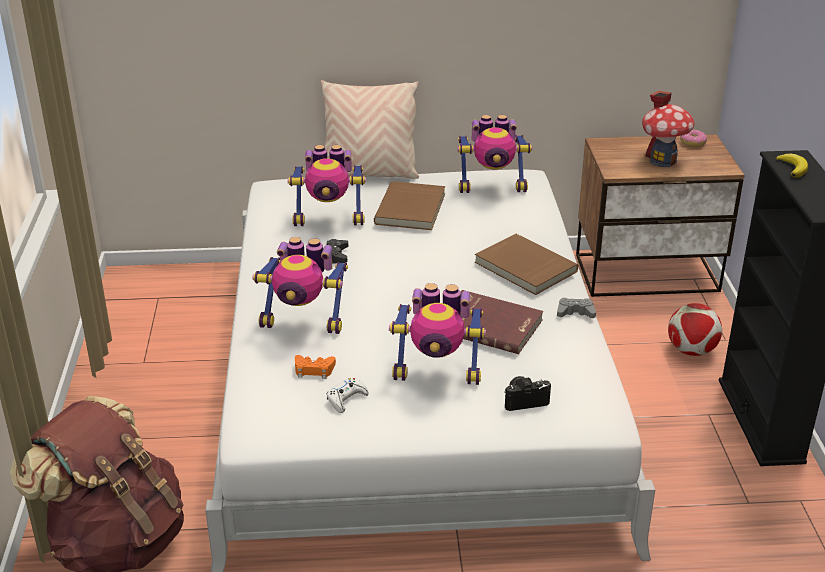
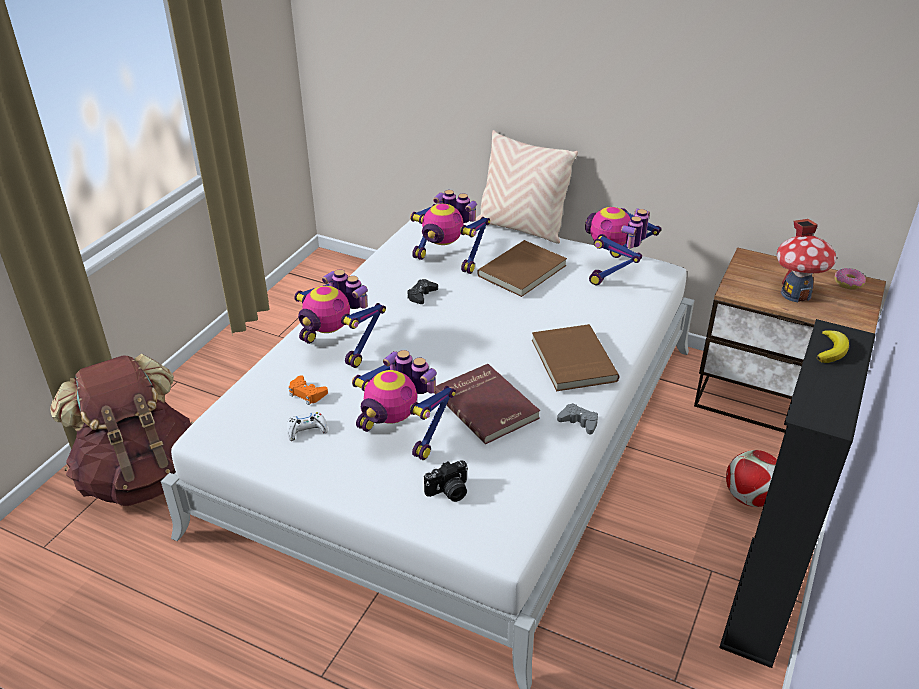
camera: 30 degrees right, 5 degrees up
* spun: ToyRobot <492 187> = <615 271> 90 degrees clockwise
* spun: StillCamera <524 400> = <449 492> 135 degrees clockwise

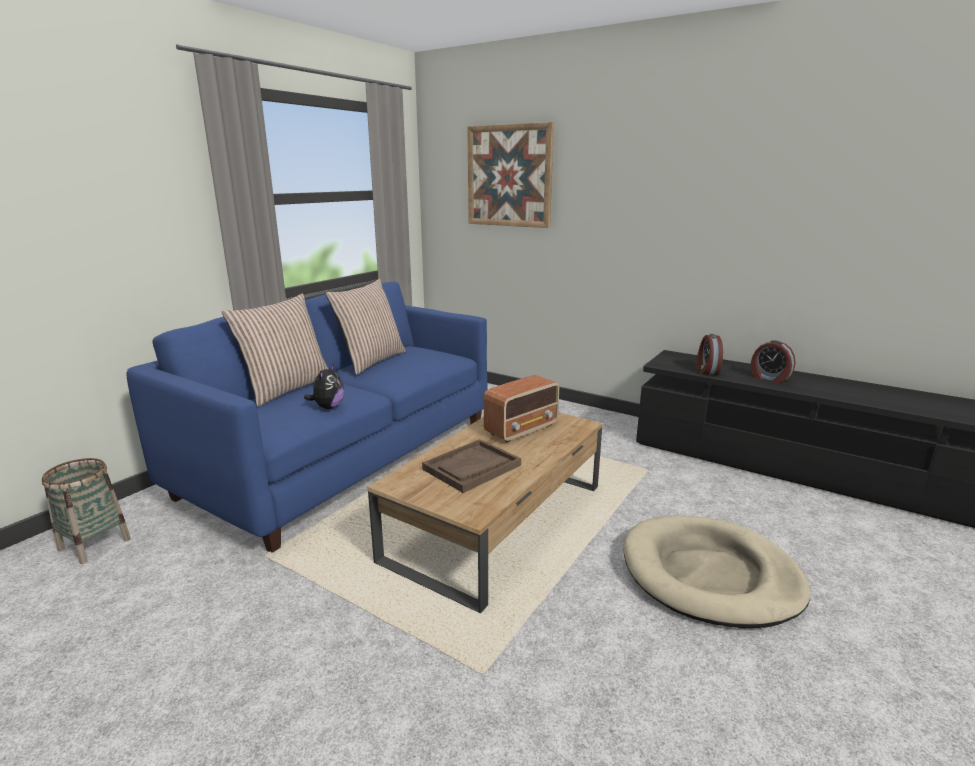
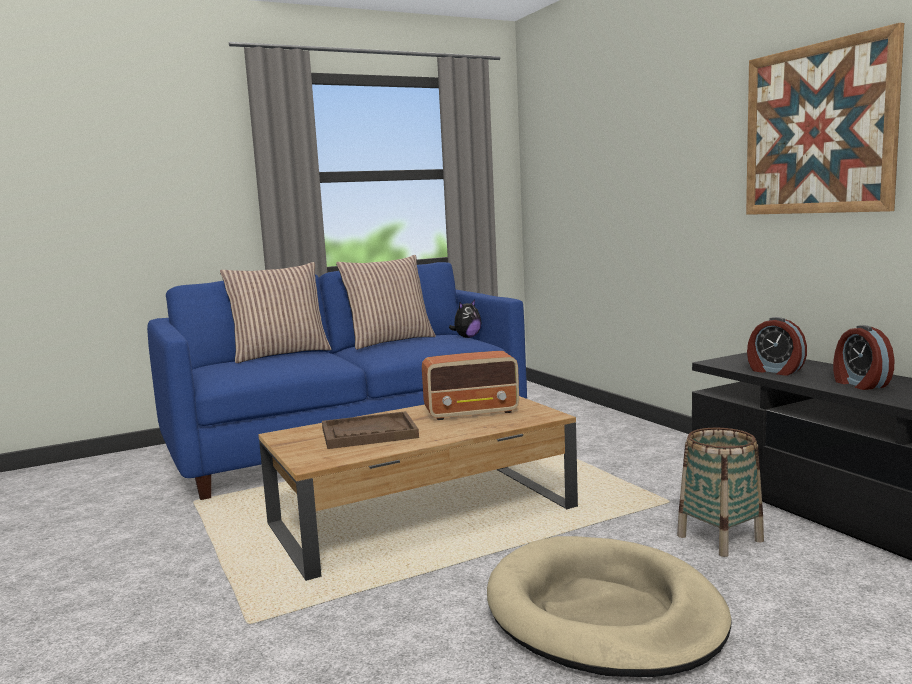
camera: 30 degrees right, 10 degrees down
* relocated: Basket <94 544> to <719 538>
* relocated: CuddlyToy <328 407> to <467 337>
* relocated: WallPicture <509 176> to <818 129>
* spun: TableClock <706 370> = <775 371> 75 degrees counterclockwise

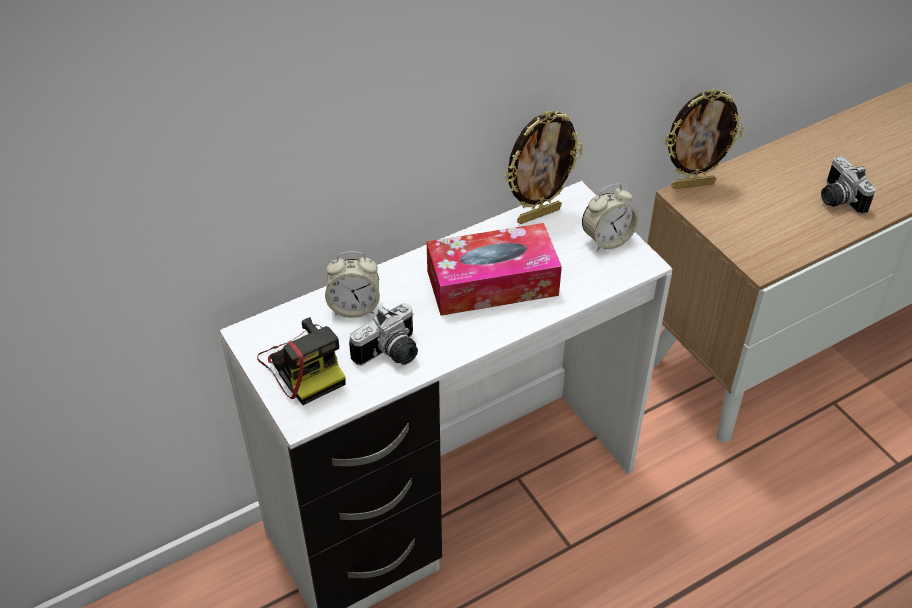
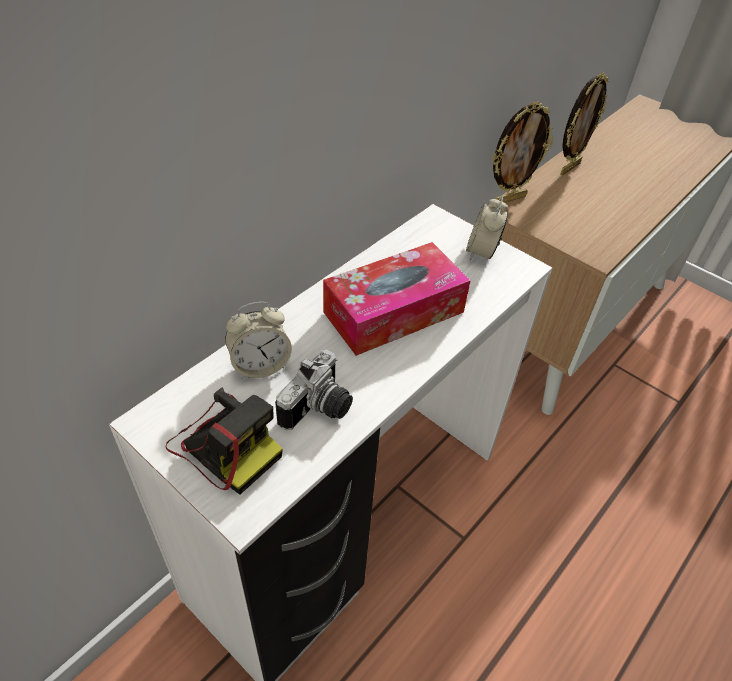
camera: 20 degrees left, 0 degrees up
* relocated: PictureFrame <538 214> to <569 168>
* spun: TableClock <607 240> = <482 252> 150 degrees clockwise
* missing: StillCamera <837 199>

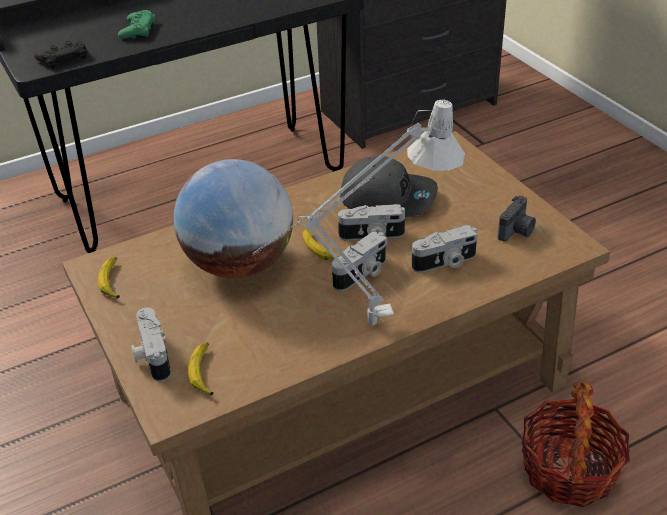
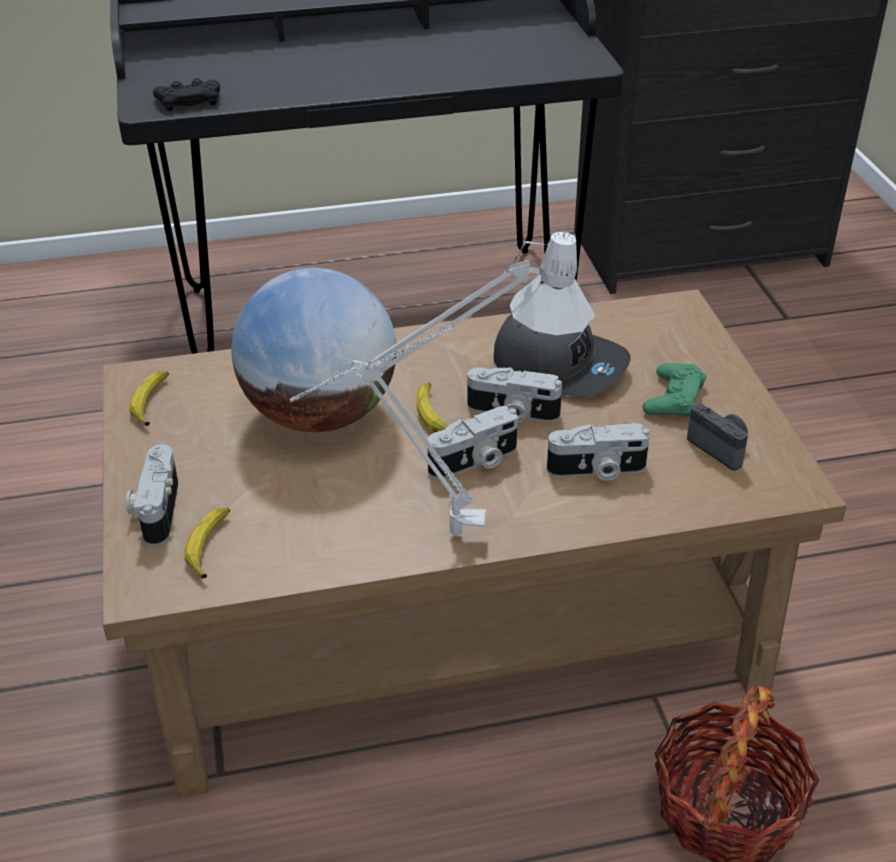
camera: 15 degrees right, 0 degrees up
* relocated: GreenColouredGameController <138 30> to <674 398>
* spun: StillCamera <517 231> = <720 448> 90 degrees counterclockwise

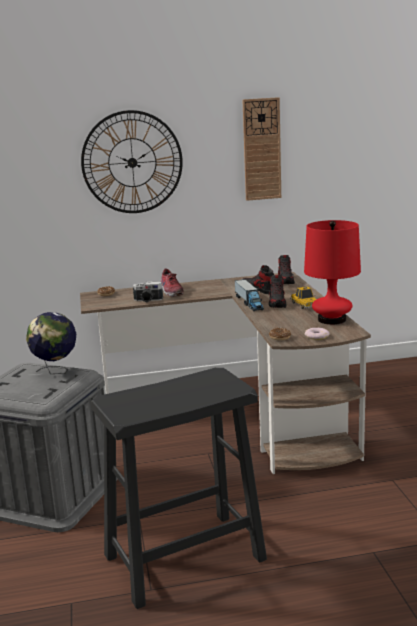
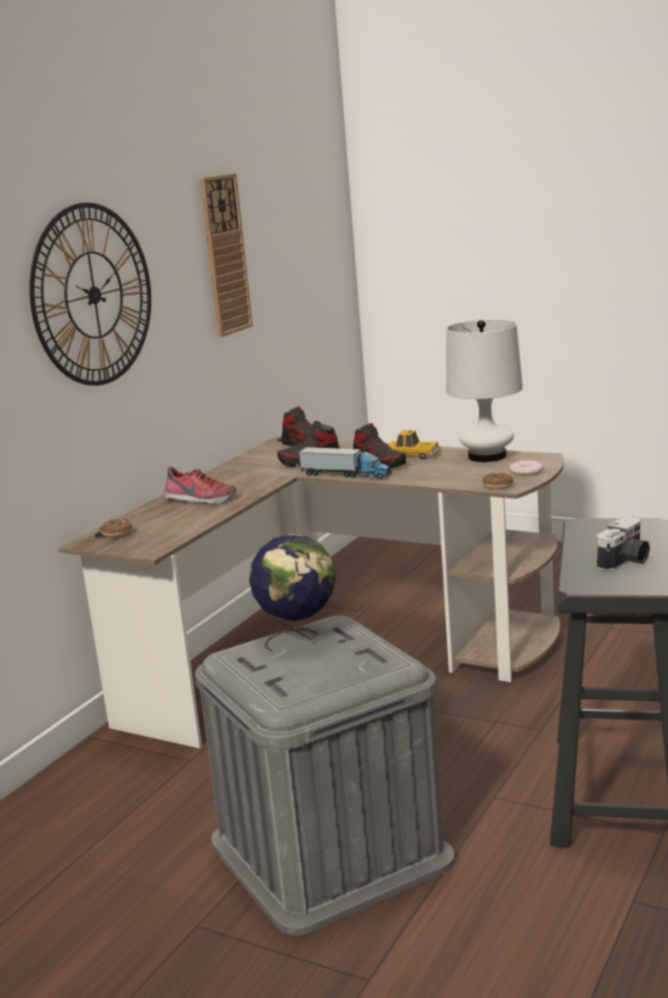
camera: 50 degrees left, 0 degrees up
* relocated: StillCamera <148 300> to <626 562>
* colour: ReddishTableLamp <332 320> to WhiteTableLamp <487 456>

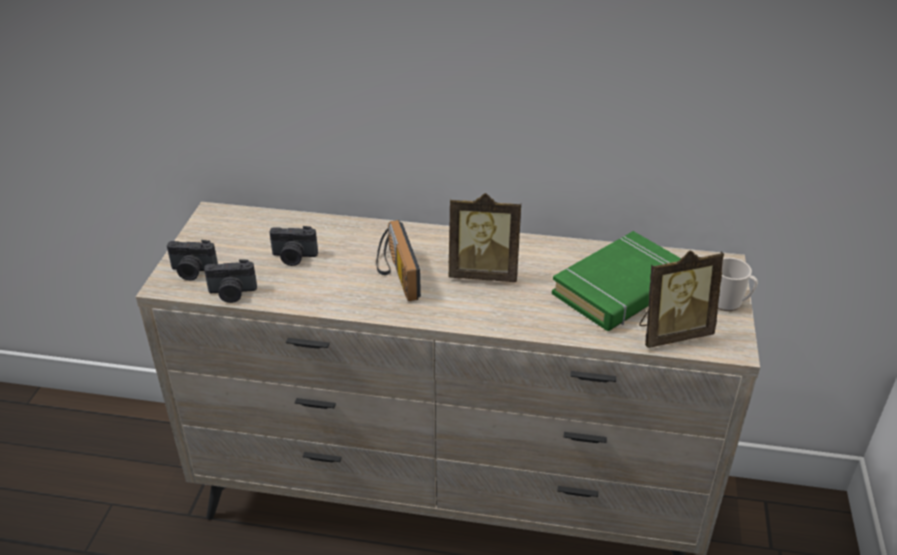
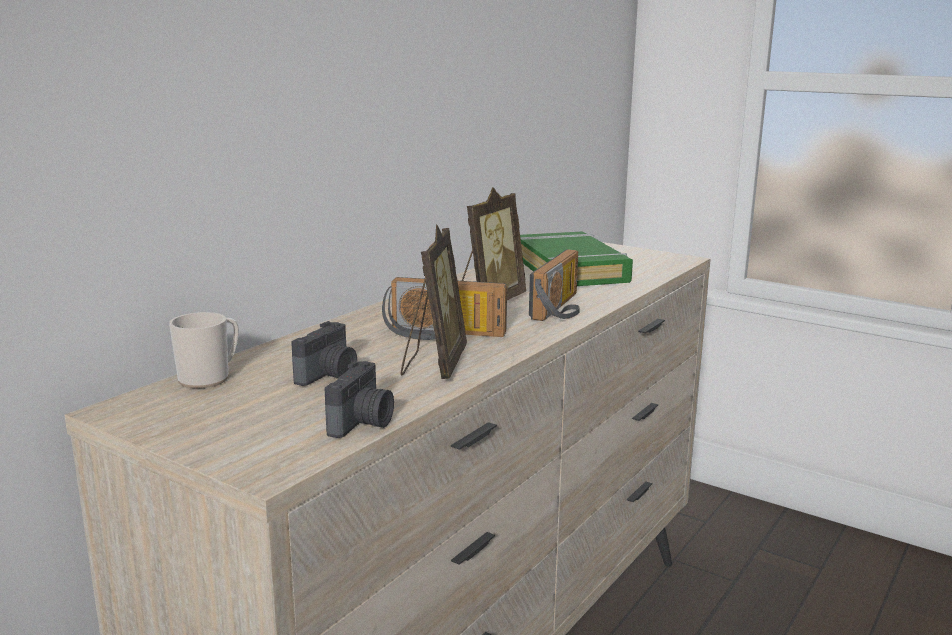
camera: 65 degrees left, 20 degrees down
* missing: StillCamera <193 271>
* relocated: PictureFrame <672 333> to <433 365>
* relocated: TeaMug <729 302> to <209 378>
* appeared: RadioReceiver <563 308>

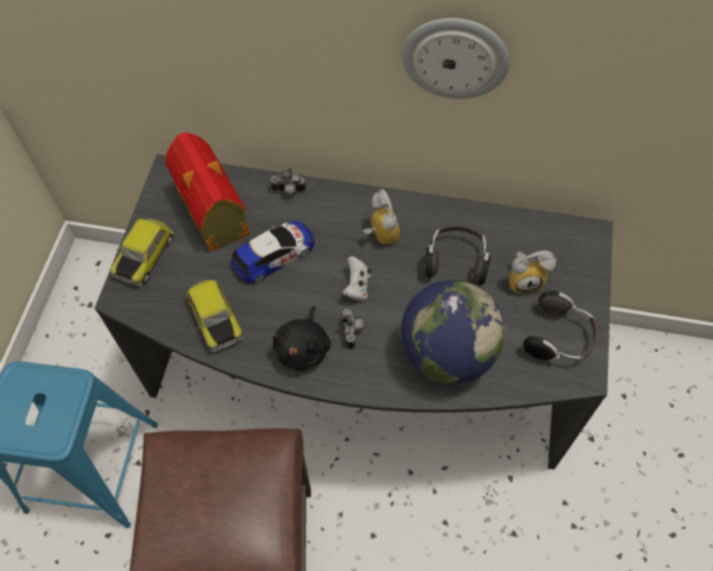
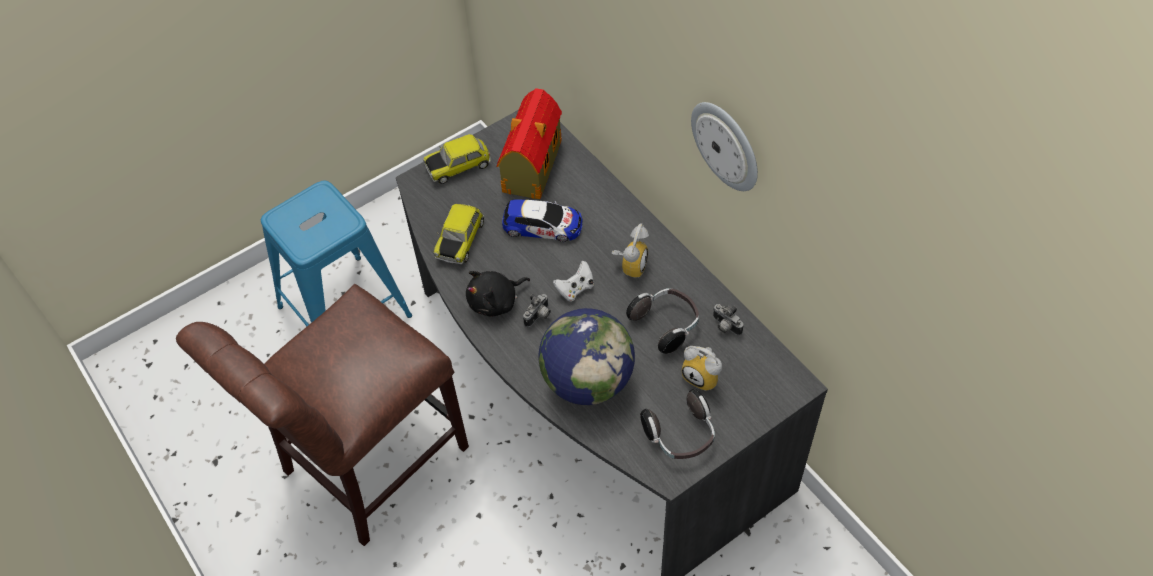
camera: 45 degrees right, 5 degrees down
* relocated: StillCamera <288 192> to <725 327>

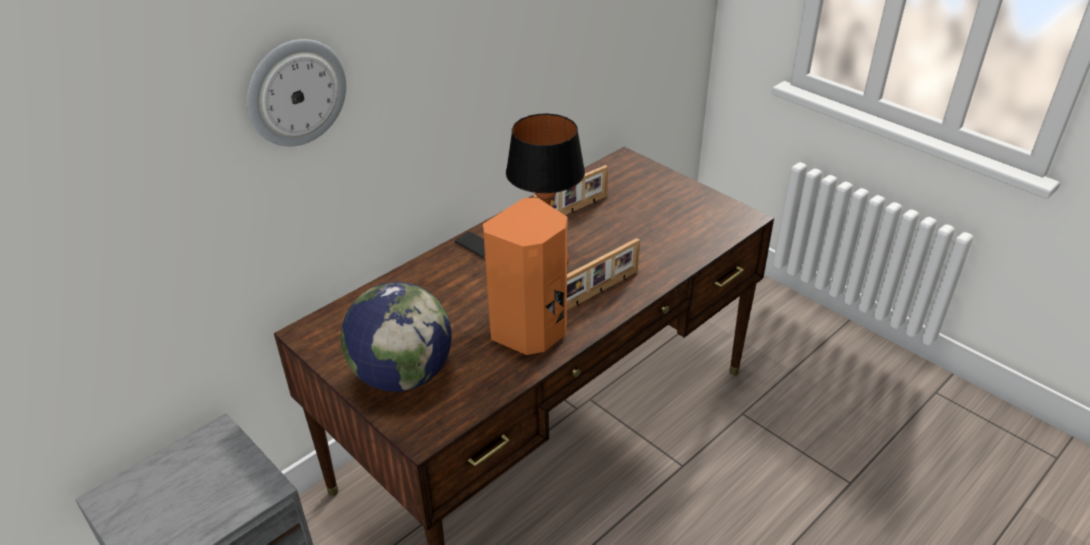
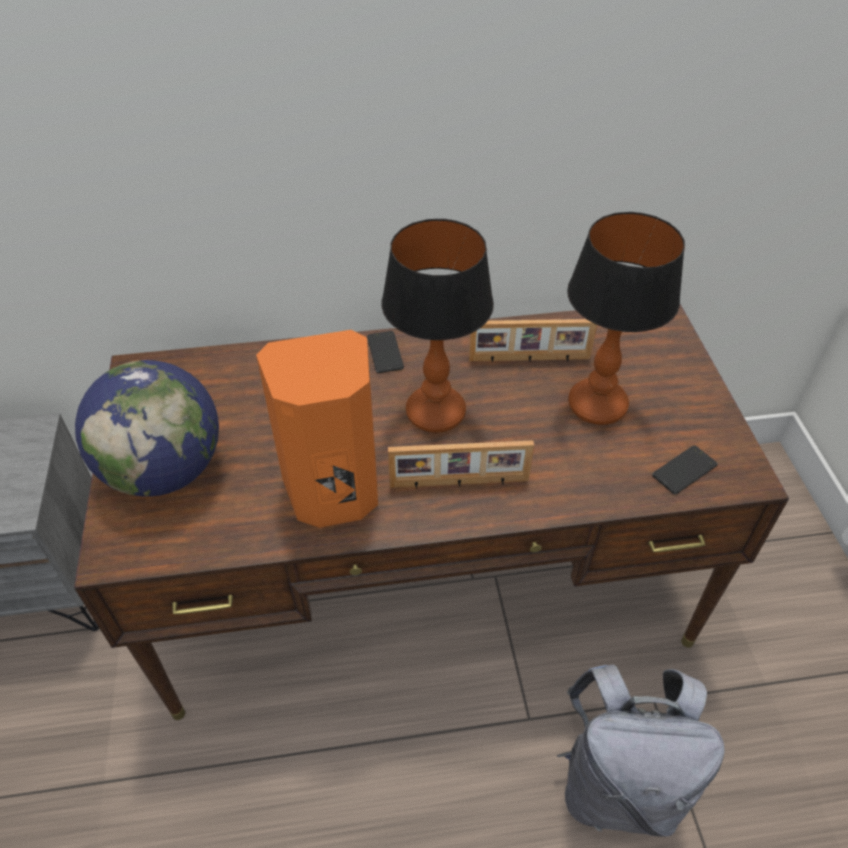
camera: 35 degrees right, 10 degrees up
* missing: ClockOnTheWall <296 92>
* appeared: GreyishBackpack <618 783>
* appeared: TableLamp <596 406>
* appeared: Telephone <684 470>

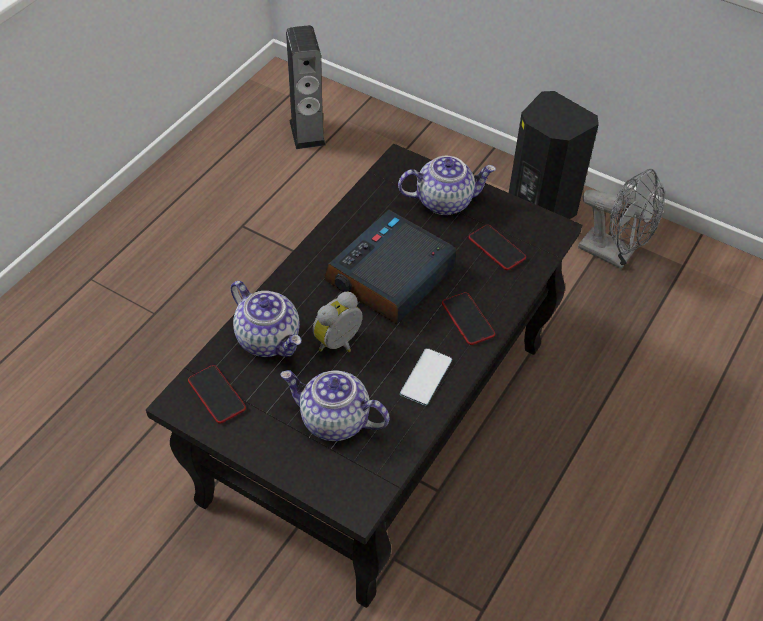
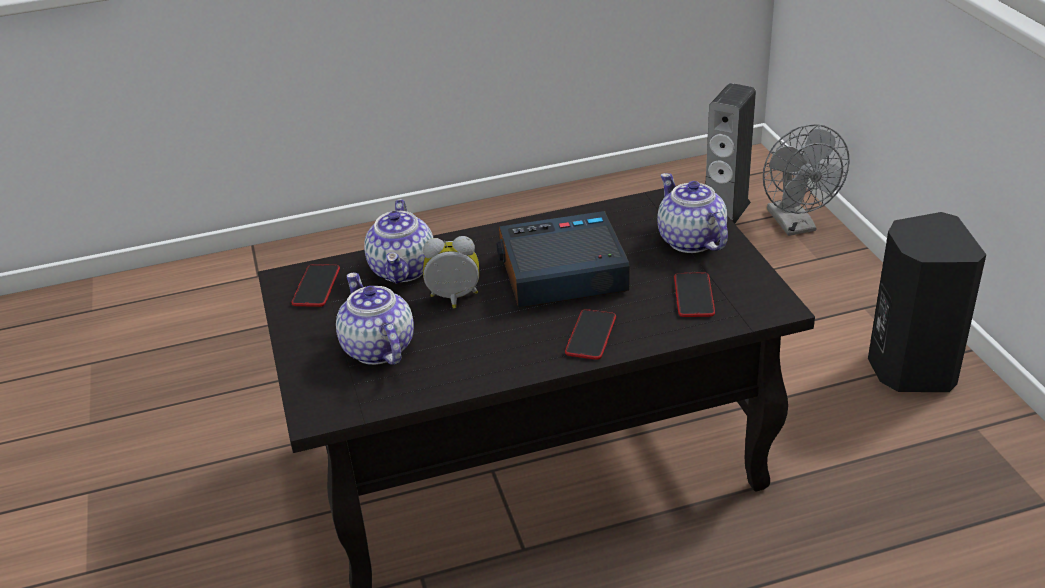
camera: 45 degrees right, 15 degrees down
* spun: PotForTea <444 201> = <689 240> 150 degrees counterclockwise
* missing: Telephone <426 377>
* relocated: GreyishElectricFan <614 254> to <795 225>

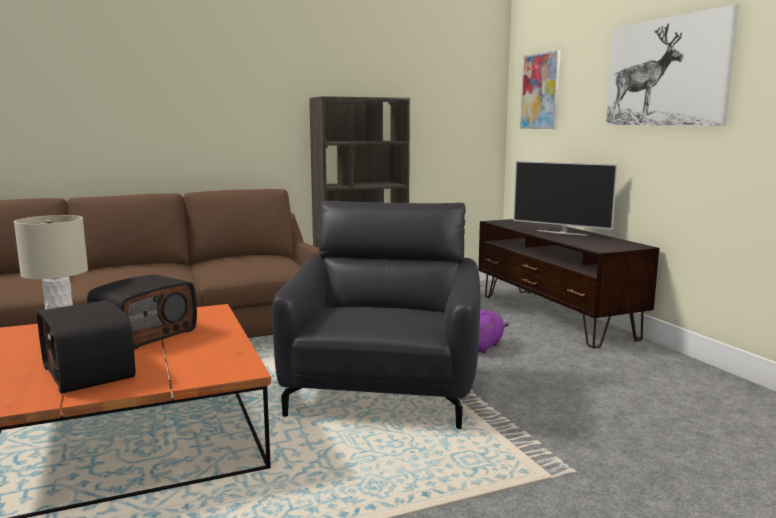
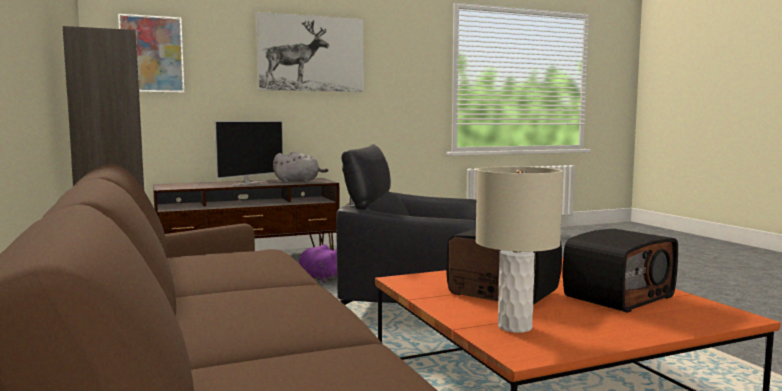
camera: 90 degrees left, 5 degrees down
* appeared: GreyishCuddlyToy <299 181>

